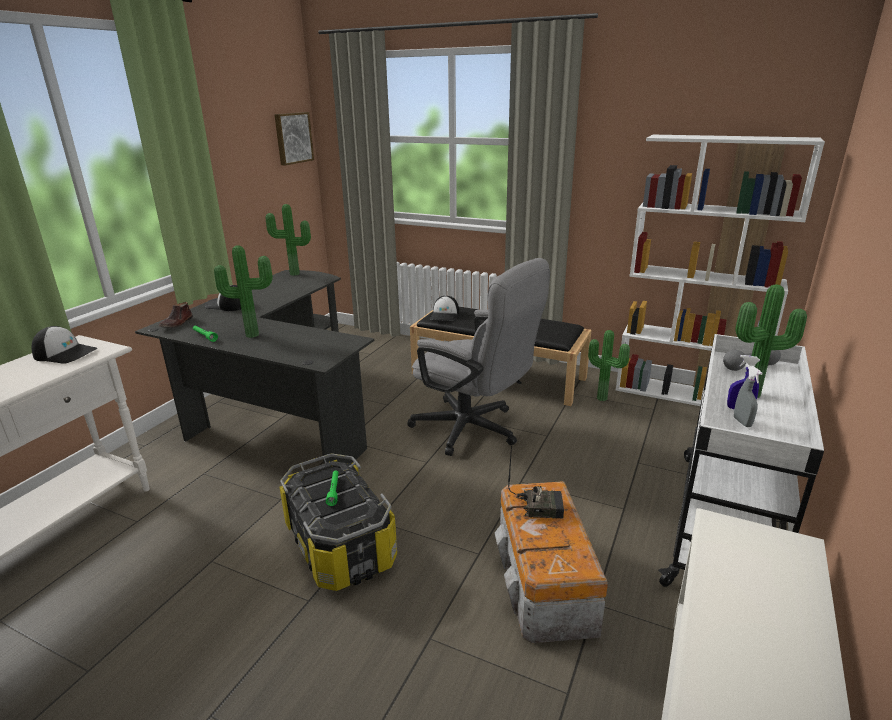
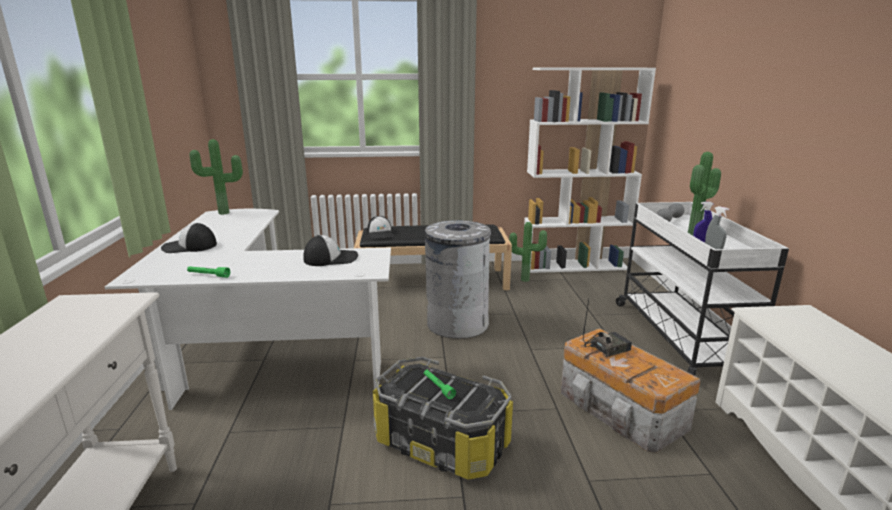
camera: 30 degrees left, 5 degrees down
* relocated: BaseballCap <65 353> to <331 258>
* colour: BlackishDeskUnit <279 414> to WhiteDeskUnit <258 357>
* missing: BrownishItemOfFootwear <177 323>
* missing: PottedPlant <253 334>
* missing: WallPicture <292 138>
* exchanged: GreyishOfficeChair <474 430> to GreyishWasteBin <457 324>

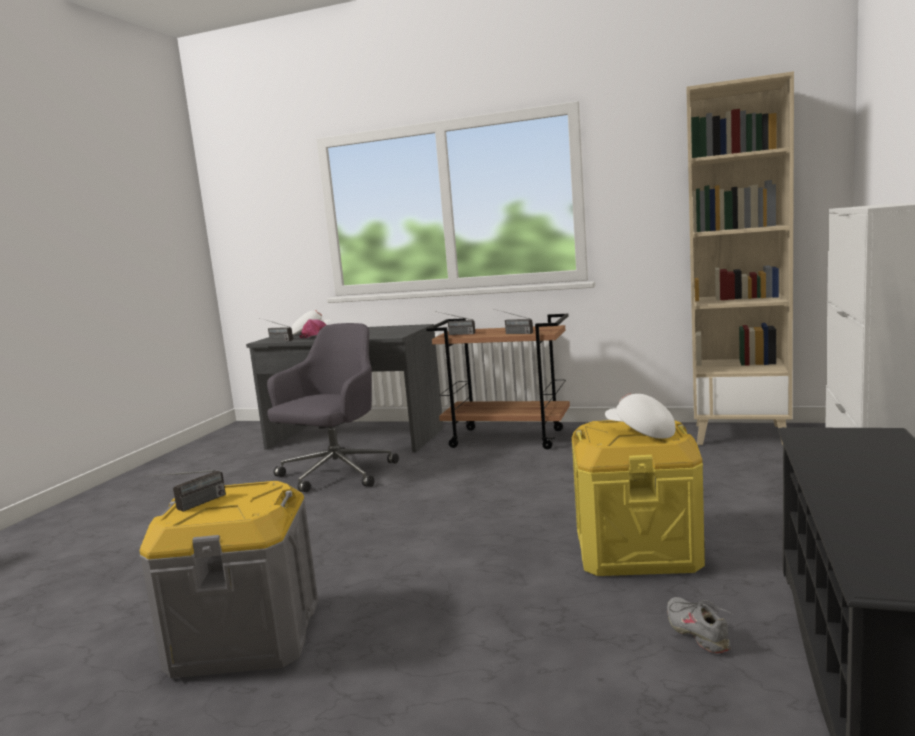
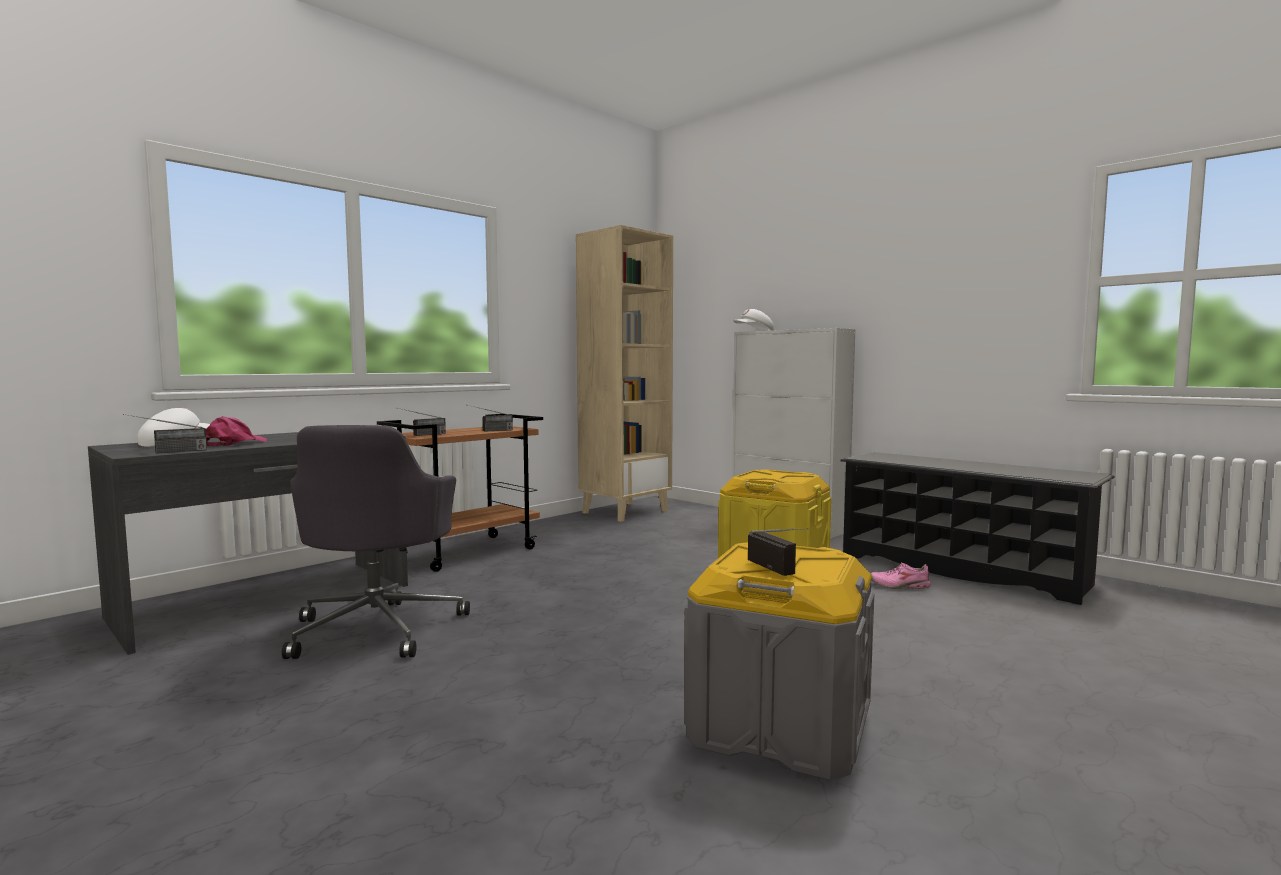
camera: 65 degrees left, 5 degrees down
* spun: GreyishOfficeChair <335 474> = <378 628> 150 degrees counterclockwise
* relocated: WhiteBaseballCap <640 432> to <754 331>
* colour: GreyishItemOfFootwear <697 632> to PinkColouredItemOfFootwear <899 586>

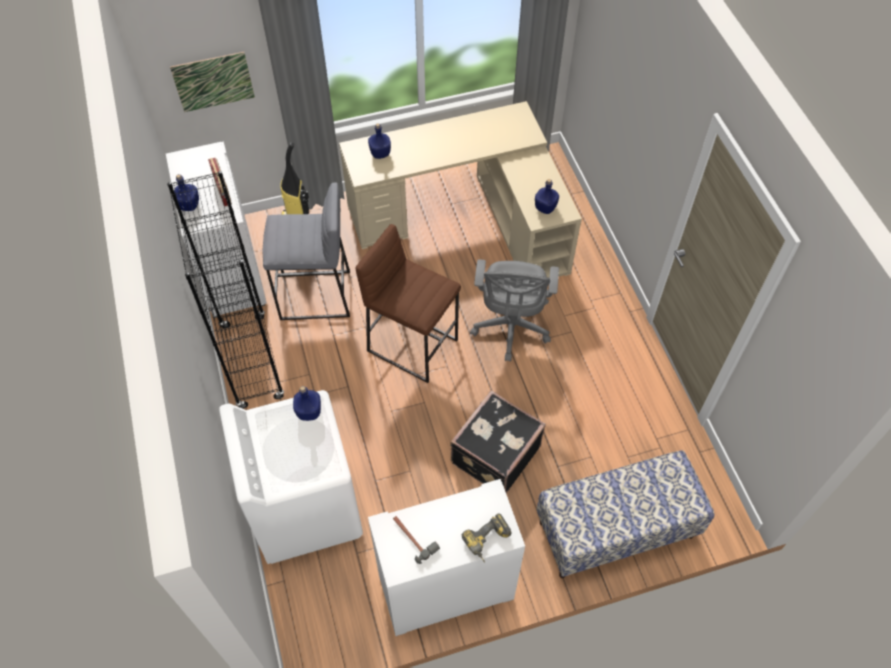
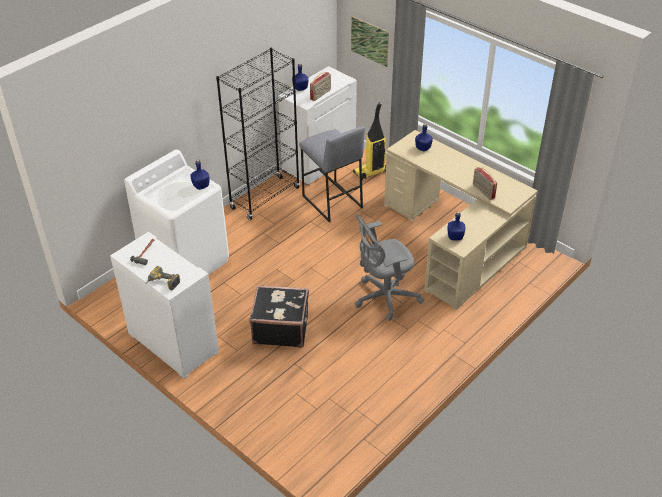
camera: 60 degrees right, 15 degrees down
* missing: BrownishSittingStool <413 344>
* missing: IndoorBench <615 530>
* appeared: RadioReceiver <483 191>

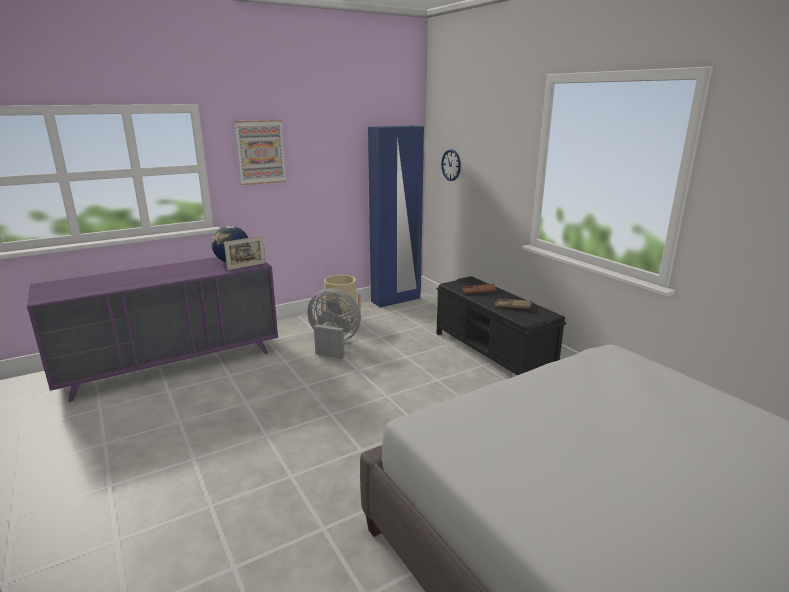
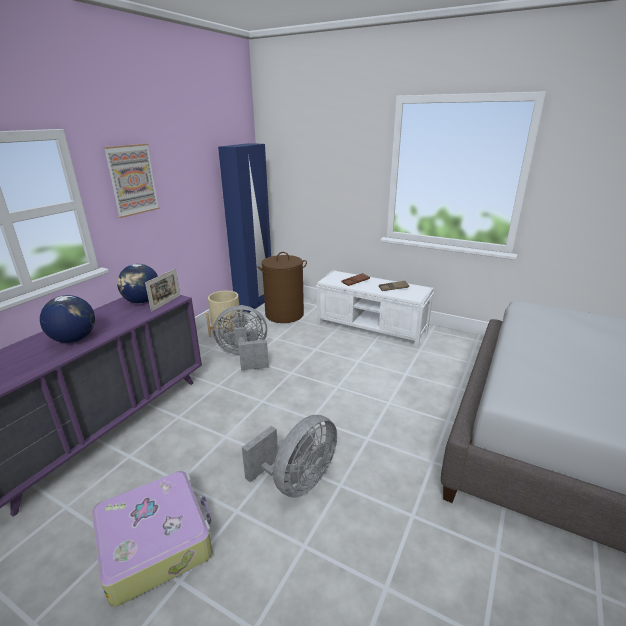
camera: 30 degrees left, 5 degrees up
* colour: BlackishIndoorBench <493 352> to WhiteIndoorBench <372 327>
* missing: ClockOnTheWall <451 165>
* appeared: Globe <74 339>
* appeared: Suitcase <156 541>
* appeared: GreyishElectricFan <297 481>
* appeared: BrownishWashingBasket <284 315>

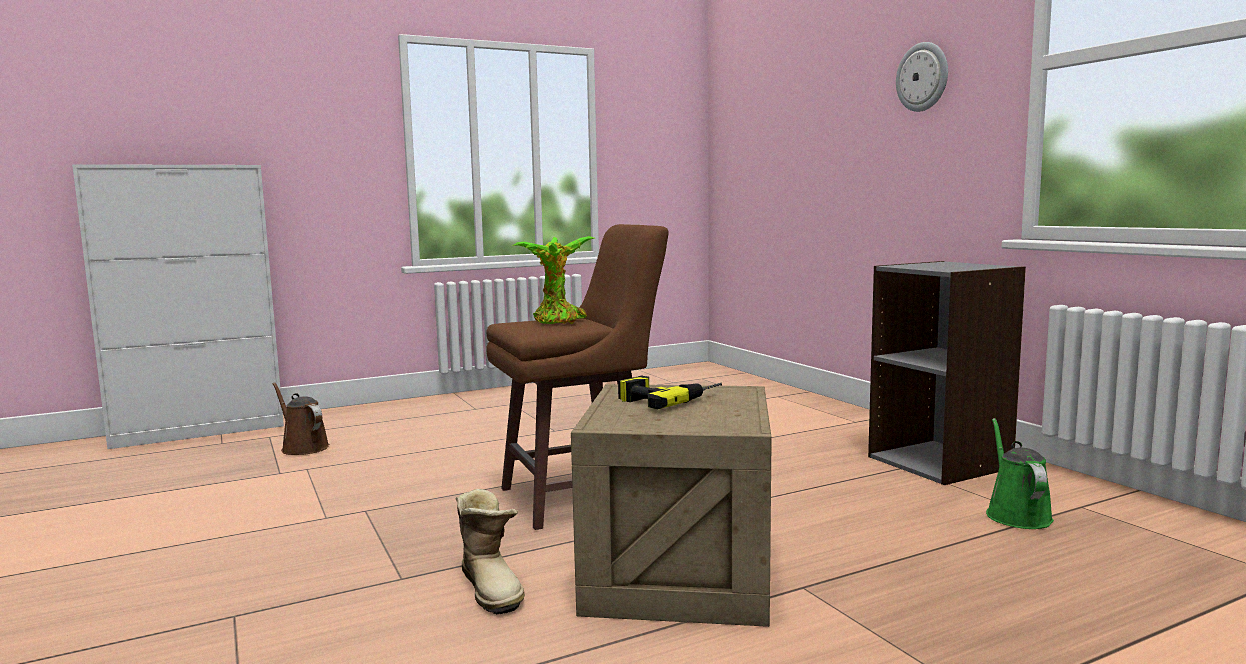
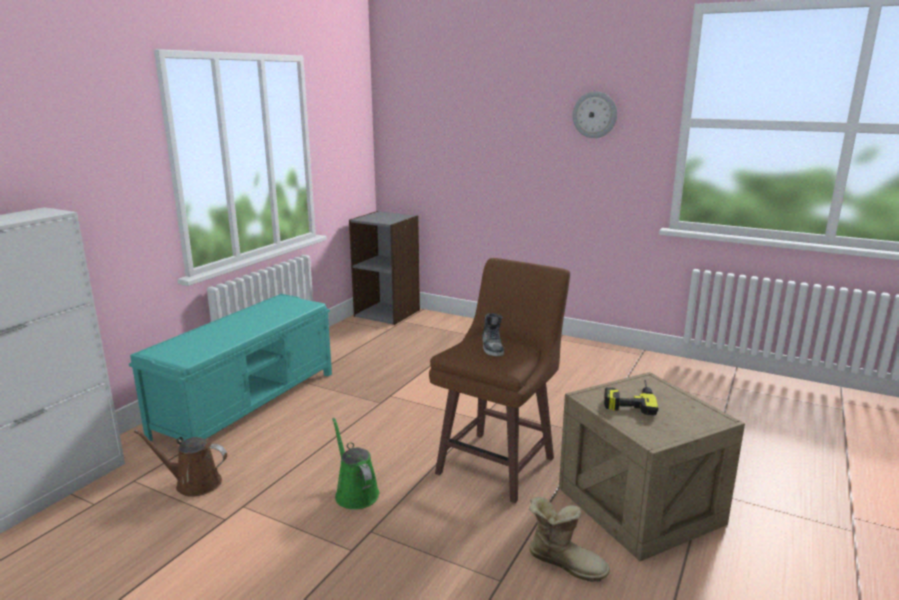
camera: 35 degrees left, 10 degrees up
* exchanged: PottedPlant <558 322> to ItemOfFootwear <492 347>
* relocated: GreyishShelvingUnit <940 462> to <387 313>
* relocated: GreenColouredSprinklingCan <1016 514> to <355 492>
* appeared: TurquoiseColouredIndoorBench <248 403>

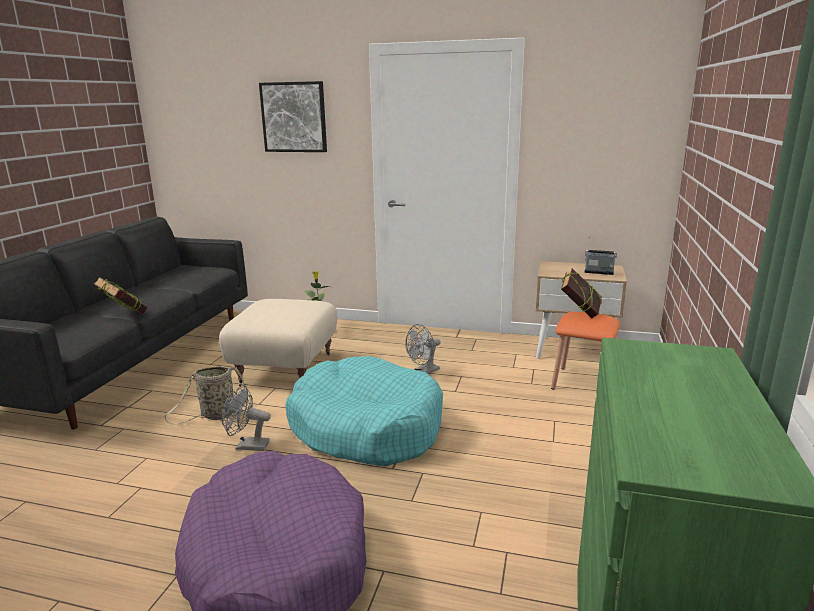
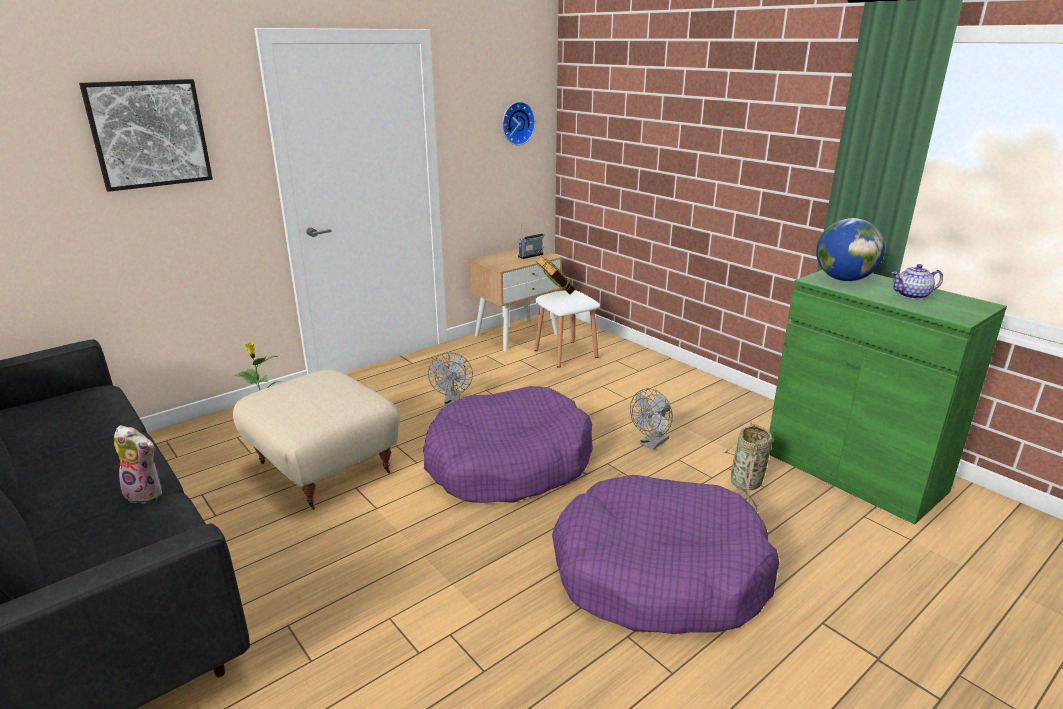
camera: 55 degrees left, 5 degrees up
* exchanged: BoundBook <124 316> to CuddlyToy <147 493>
* relocated: Basket <216 415> to <746 485>
* relocated: GreyishElectricFan <247 446> to <651 444>
* colour: TurquoiseColouredDogCushion <366 427> to PurplishDogCushion <508 463>
* colour: OrangeySittingStool <582 382> to WhiteSittingStool <566 353>
* appeared: ClockOnTheWall <516 123>
* appeared: Globe <843 279>
* appeared: PotForTea <913 295>

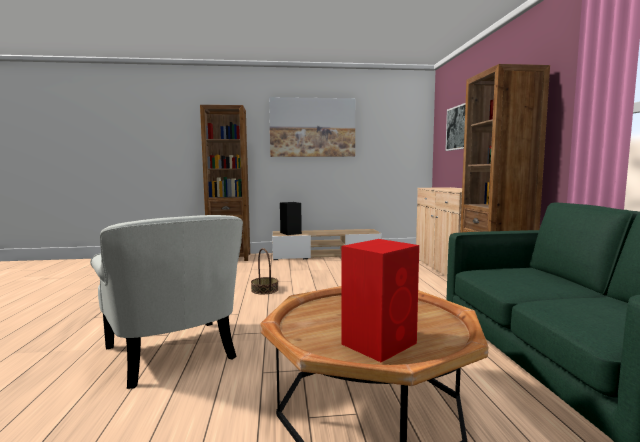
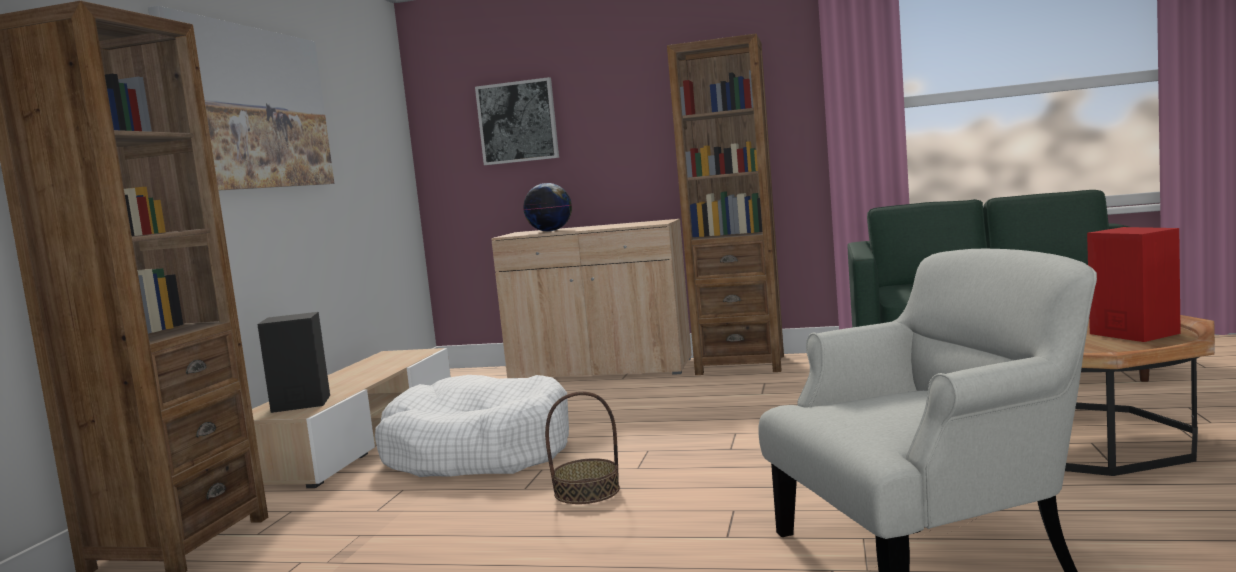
camera: 70 degrees left, 0 degrees up
* appeared: WhiteDogCushion <478 452>
* appeared: Globe <550 231>

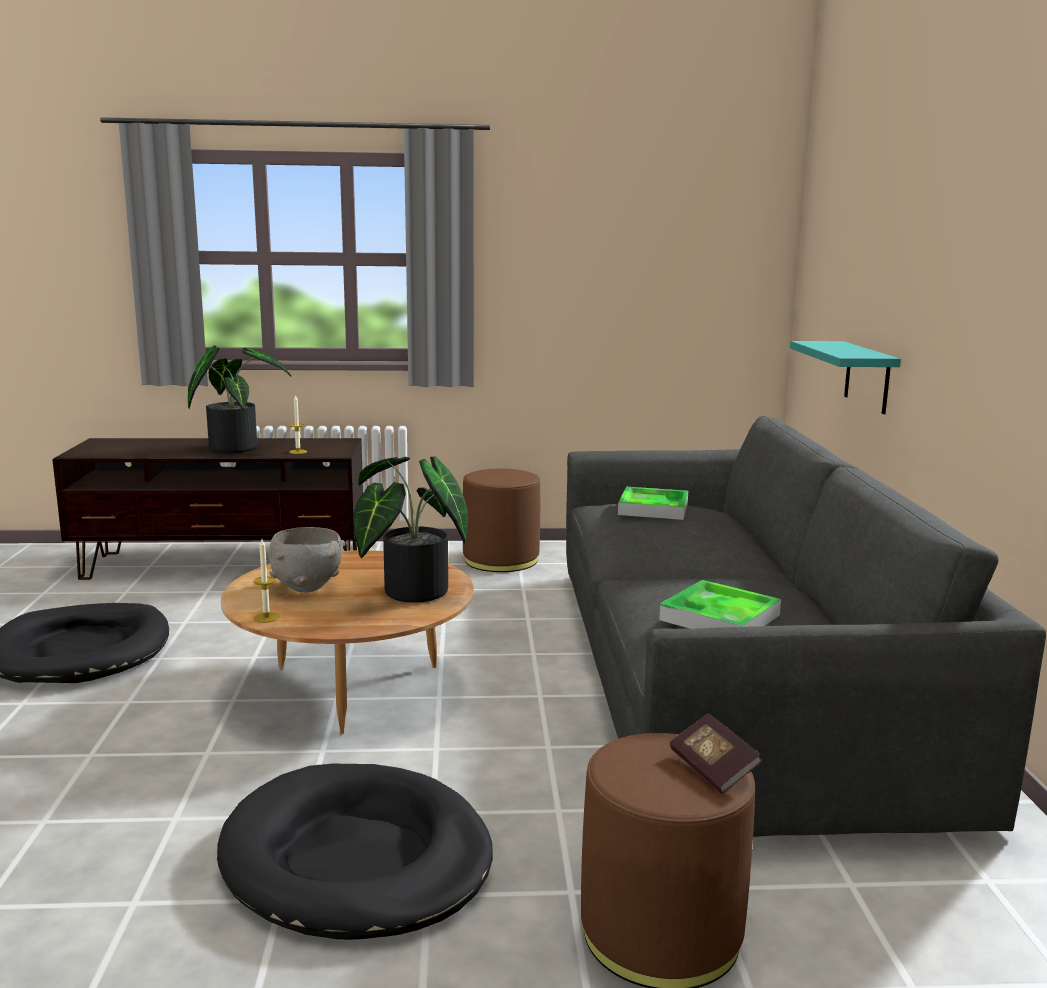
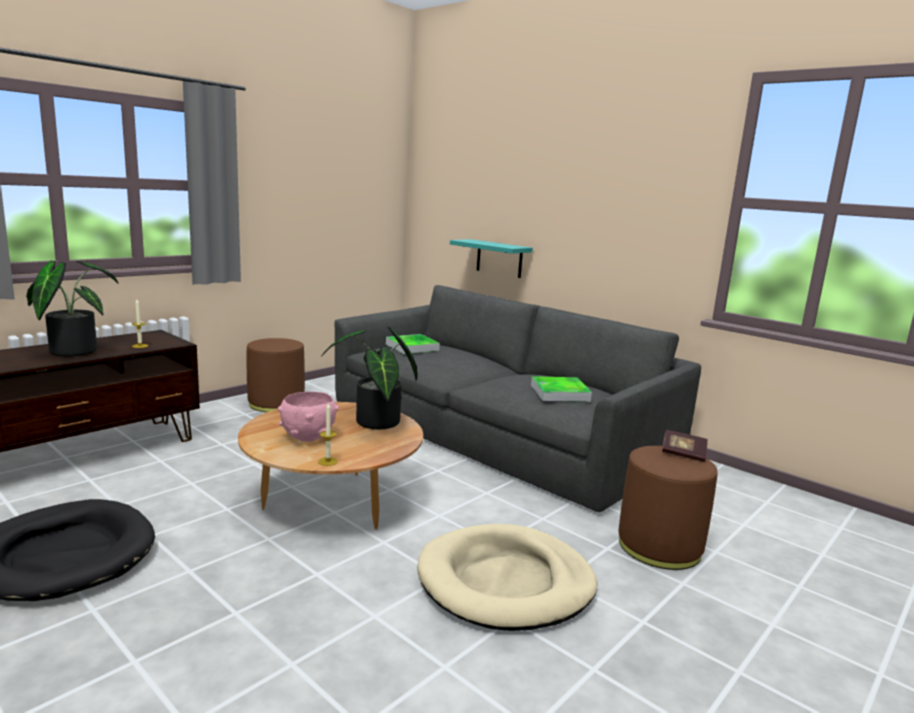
camera: 45 degrees left, 0 degrees up
* colour: BlackishDogCushion <356 859> to BeigeDogCushion <506 582>
* colour: GreyishServingBowl <307 588> to PinkColouredServingBowl <308 437>

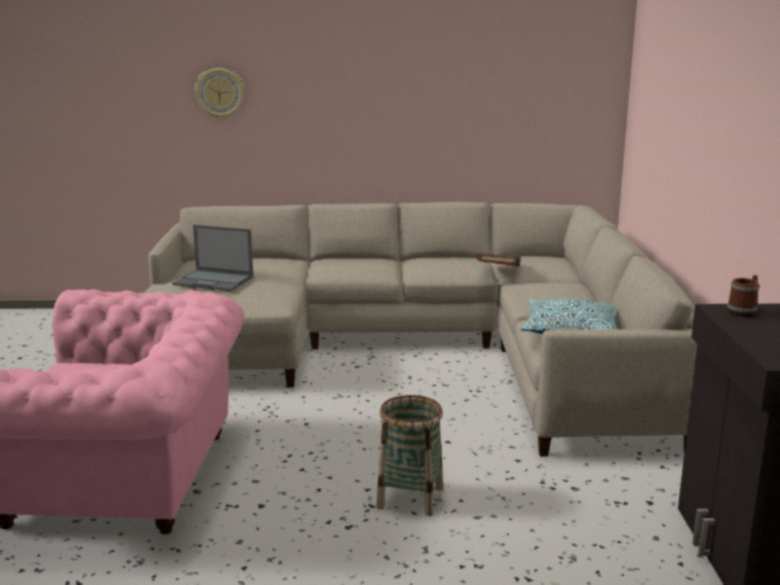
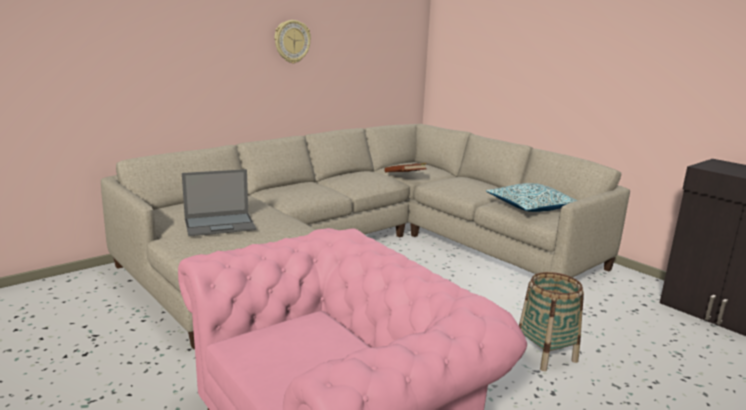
camera: 40 degrees left, 0 degrees up
* relocated: ClockOnTheWall <220 93> to <292 41>
* missing: TeaMug <744 311>

